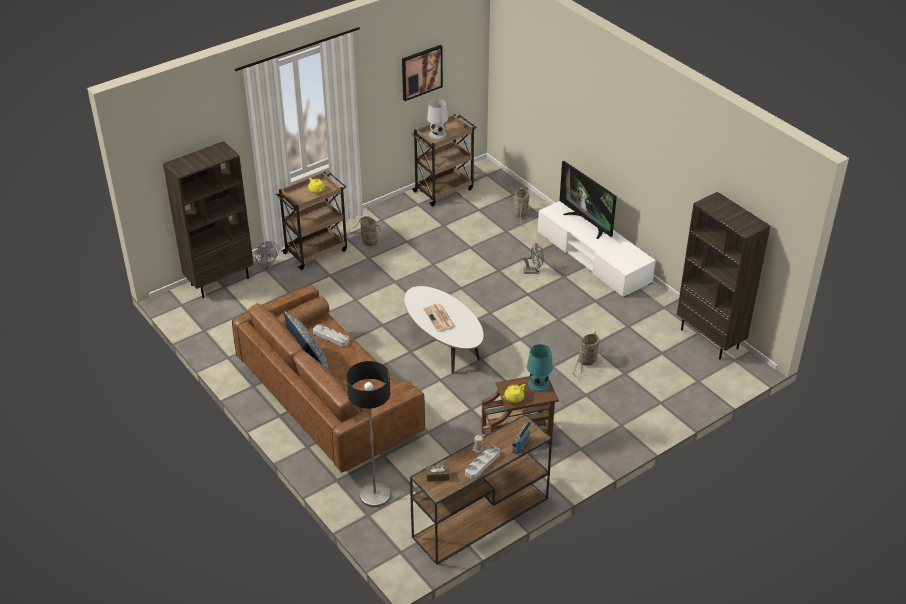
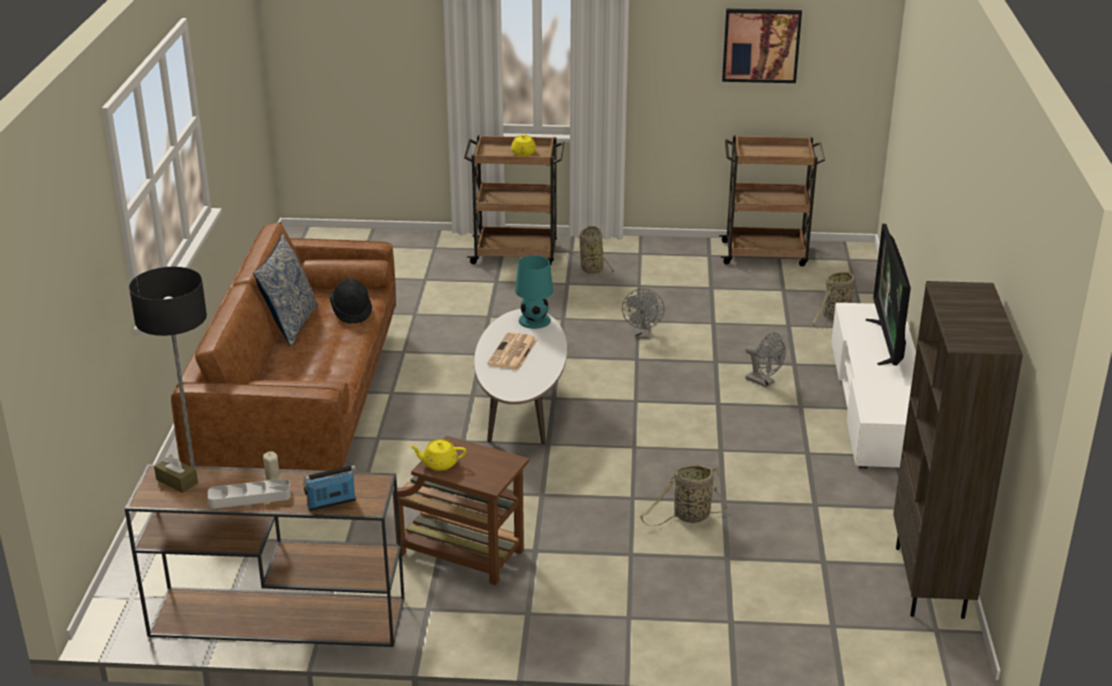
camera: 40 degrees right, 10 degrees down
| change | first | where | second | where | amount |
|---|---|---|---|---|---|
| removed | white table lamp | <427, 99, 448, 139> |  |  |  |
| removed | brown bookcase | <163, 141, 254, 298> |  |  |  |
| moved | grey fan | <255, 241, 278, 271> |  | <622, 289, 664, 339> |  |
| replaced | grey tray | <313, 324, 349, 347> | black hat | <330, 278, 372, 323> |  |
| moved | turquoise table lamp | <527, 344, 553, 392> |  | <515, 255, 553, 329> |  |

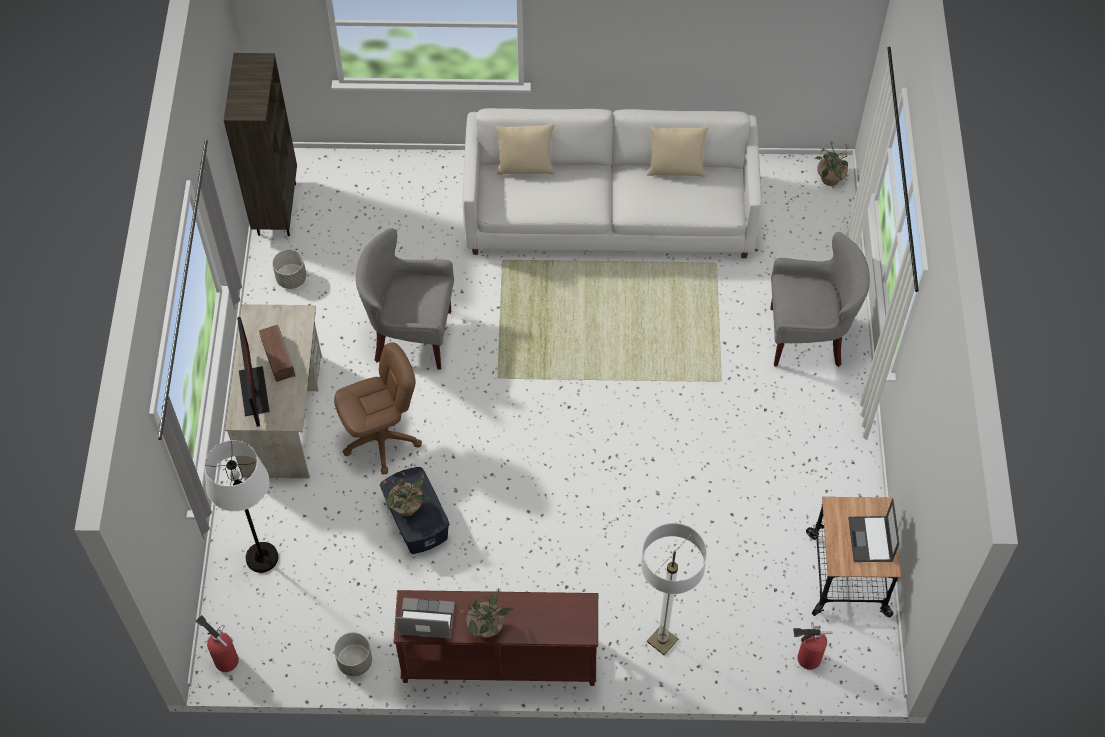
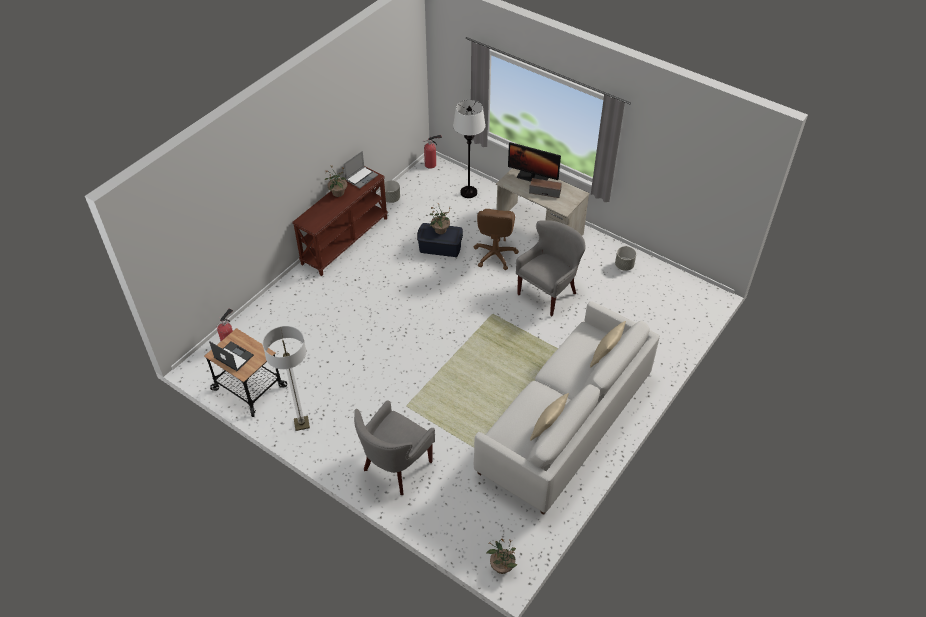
camera: 125 degrees right, 10 degrees down
| change | first | where | second | where | amount |
|---|---|---|---|---|---|
| removed | brown bookcase | <224, 53, 297, 236> |  |  |  |
| moved | floor lamp | <641, 523, 707, 655> |  | <263, 326, 310, 431> |  |

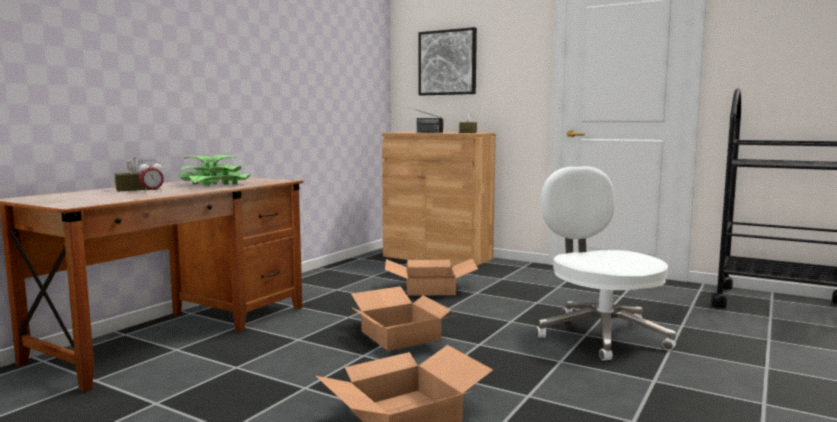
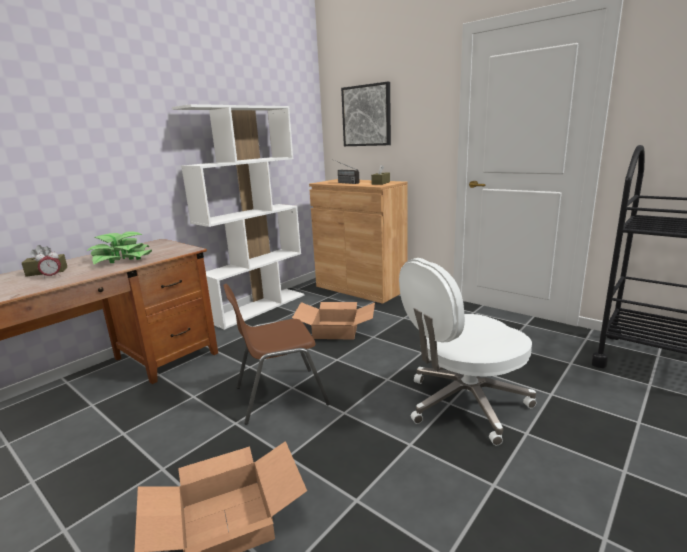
camera: 10 degrees right, 10 degrees up
| change | first | where | second | where | amount |
|---|---|---|---|---|---|
| turned | white office chair | <537, 166, 676, 360> |  | <399, 258, 537, 446> | 105 degrees counterclockwise |
| replaced | cardboard box | <351, 286, 453, 351> | brown chair | <223, 284, 330, 425> |  |
| added |  |  | white bookcase | <172, 104, 304, 330> |  |

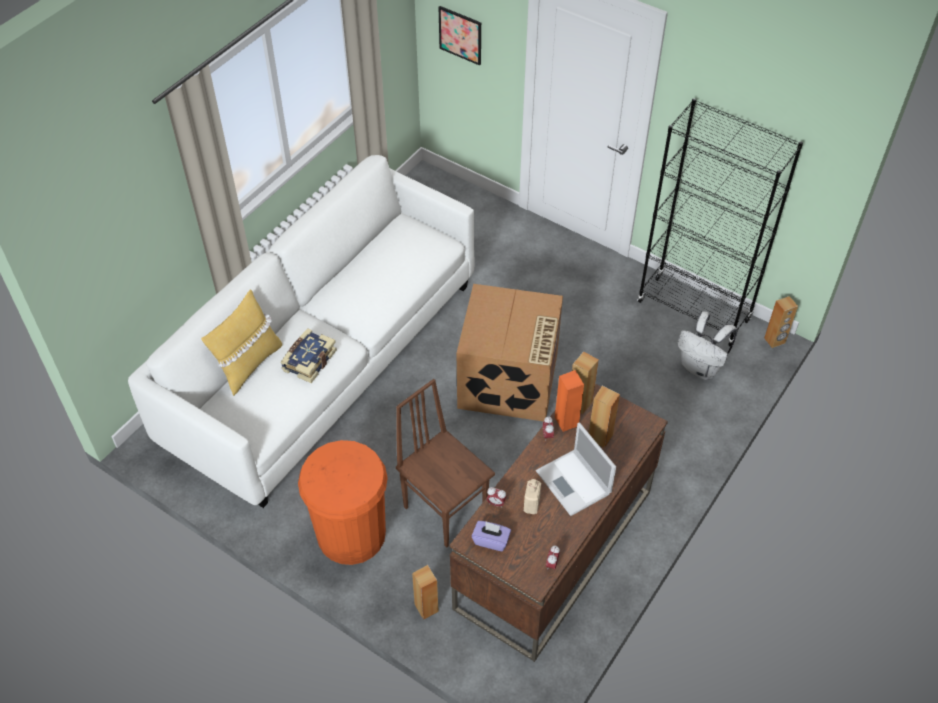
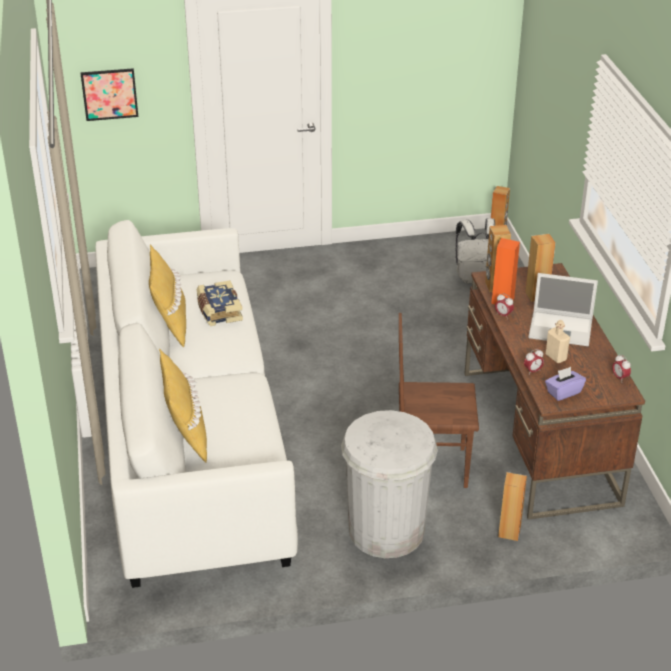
camera: 45 degrees left, 15 degrees down
| change | first | where | second | where | amount |
|---|---|---|---|---|---|
| removed | black bookcase | <637, 98, 803, 346> |  |  |  |
| removed | cardboard box | <457, 284, 563, 421> |  |  |  |
| moved | book | <280, 329, 337, 383> |  | <197, 280, 243, 326> |  |
| recoloured | orange trash can | <298, 440, 388, 565> | white trash can | <341, 410, 438, 558> |  |
| added |  |  | yellow pillow | <149, 245, 186, 348> |  |

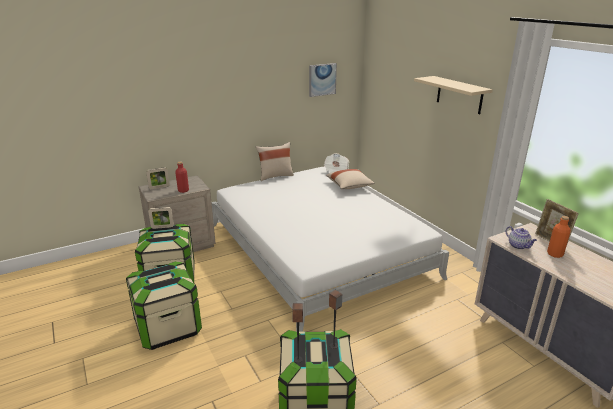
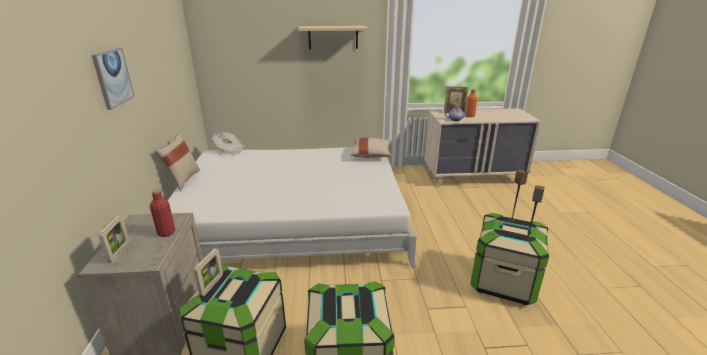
camera: 65 degrees left, 0 degrees up
| change | first | where | second | where | amount |
|---|---|---|---|---|---|
| moved | picture | <309, 63, 337, 97> |  | <91, 48, 134, 110> |  |
| moved | beige pillow | <326, 169, 375, 189> |  | <351, 138, 391, 158> |  |

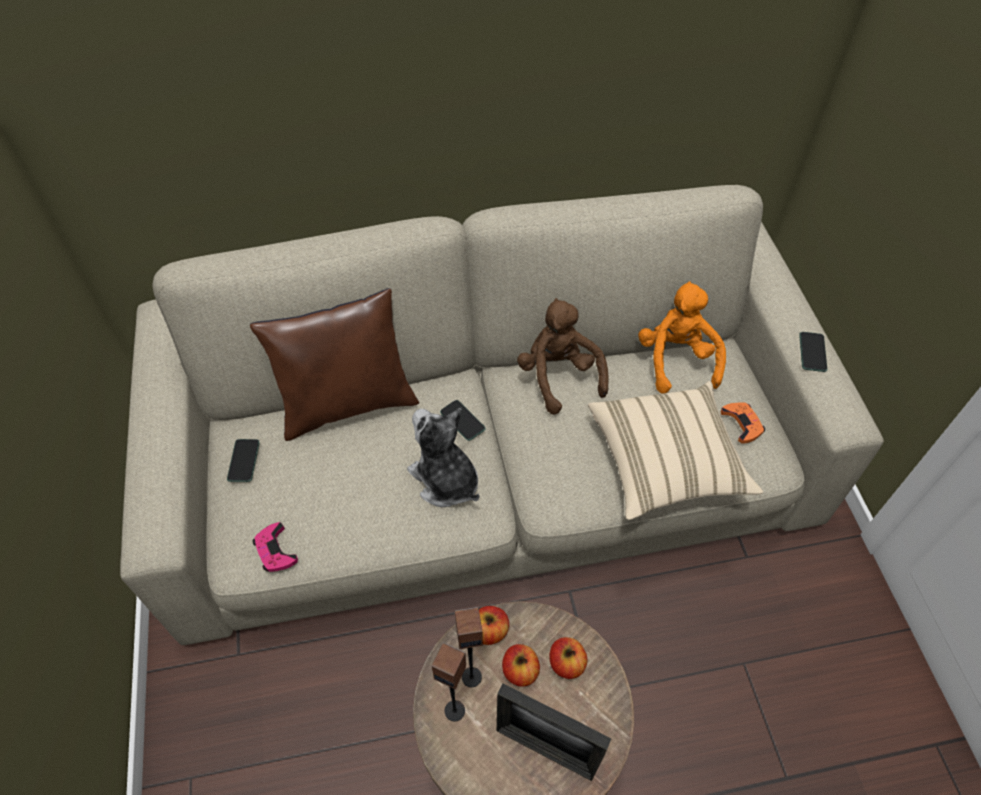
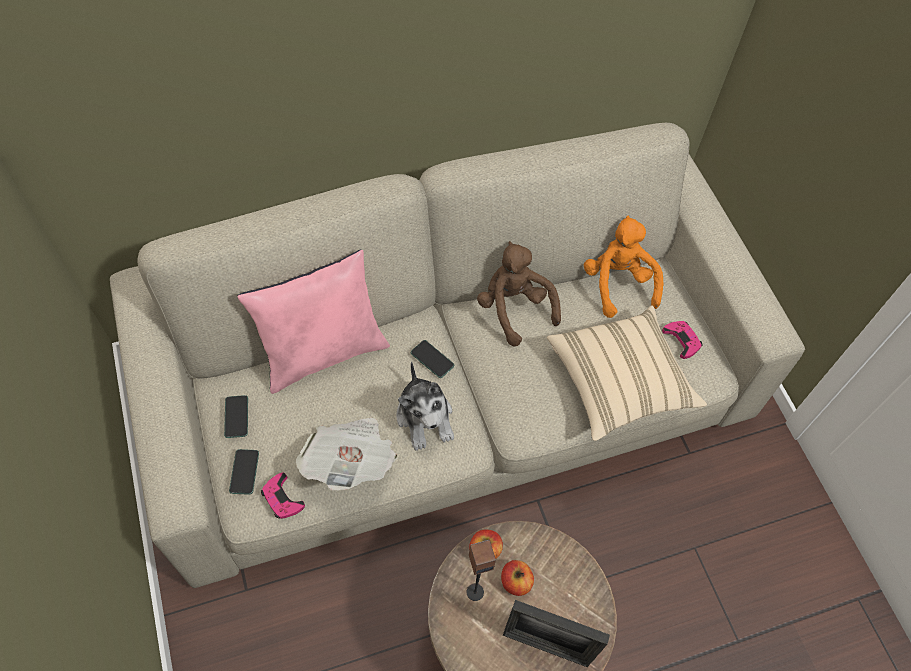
camera: 10 degrees left, 5 degrees up
| change | first | where | second | where | amount |
|---|---|---|---|---|---|
| recoloured | brown pillow | <250, 288, 419, 441> | pink pillow | <237, 249, 390, 394> |  |
| moved | phone | <799, 332, 827, 372> |  | <229, 449, 259, 495> |  |
| recoloured | orange game controller | <721, 402, 765, 444> | pink game controller | <662, 321, 703, 359> |  |
| turned | plush toy | <407, 408, 479, 507> |  | <397, 362, 454, 451> | 150 degrees counterclockwise |
| removed | apple | <549, 637, 588, 679> |  |  |  |
| removed | speaker | <432, 643, 466, 722> |  |  |  |
| added |  |  | newspaper | <296, 417, 397, 491> |  |

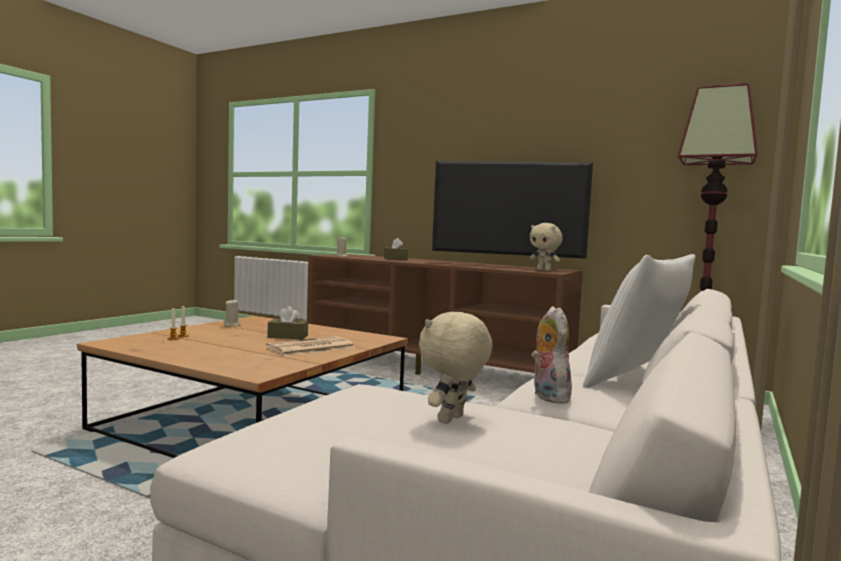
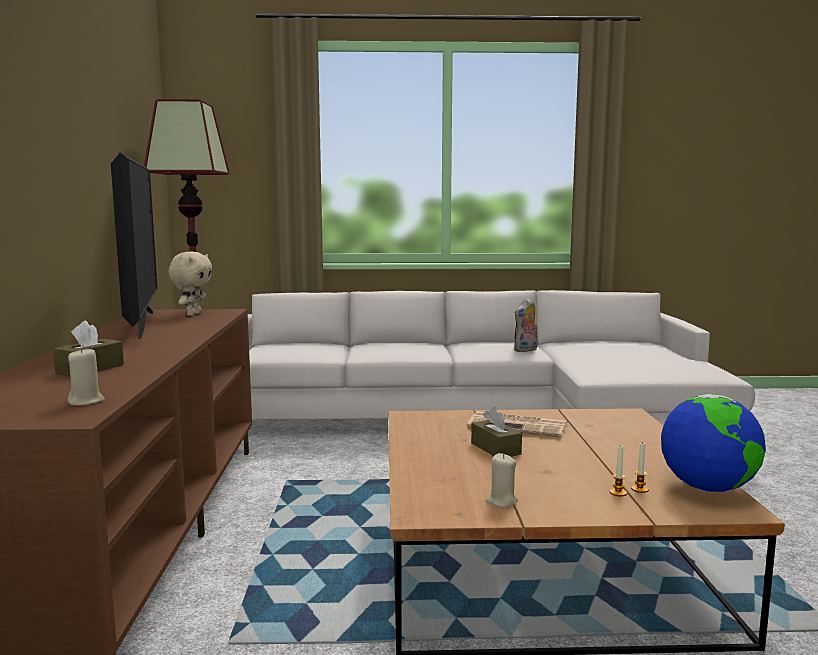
camera: 120 degrees left, 5 degrees up
| change | first | where | second | where | amount |
|---|---|---|---|---|---|
| removed | white pillow | <583, 254, 695, 388> |  |  |  |
| removed | beige plush toy | <419, 312, 493, 424> |  |  |  |
| added |  |  | globe | <661, 394, 766, 492> |  |

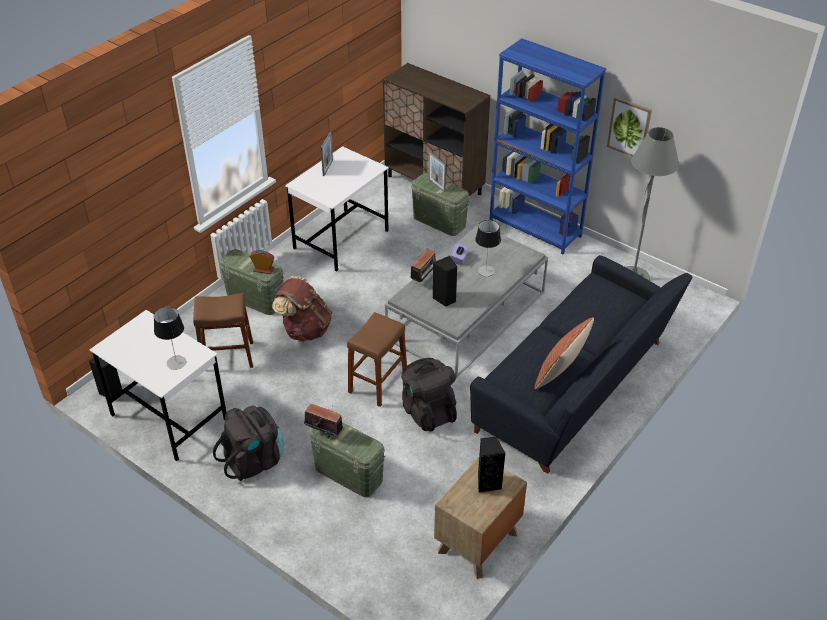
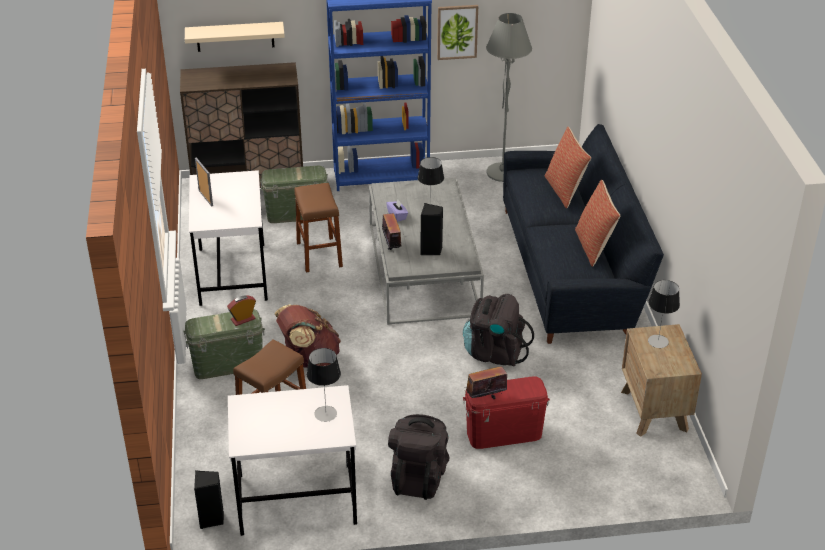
camera: 45 degrees left, 5 degrees down
| change | first | where | second | where | amount |
|---|---|---|---|---|---|
| removed | picture frame | <428, 152, 446, 192> |  |  |  |
| moved | brown stool | <347, 312, 407, 407> |  | <294, 183, 343, 272> |  |
| recoloured | green storage box | <309, 422, 385, 497> | red storage box | <463, 377, 550, 449> |  |
| replaced | black speaker | <478, 437, 505, 493> | table lamp | <648, 280, 680, 348> |  |
| added |  |  | beige shelf | <185, 22, 285, 52> |  |
| added |  |  | pillow | <544, 127, 591, 208> |  |

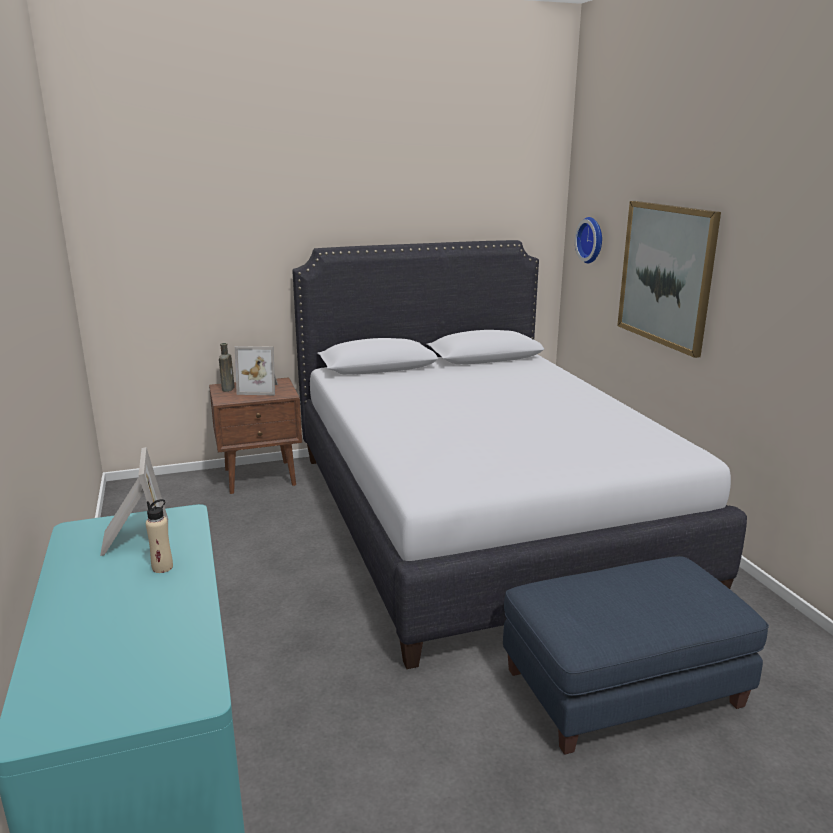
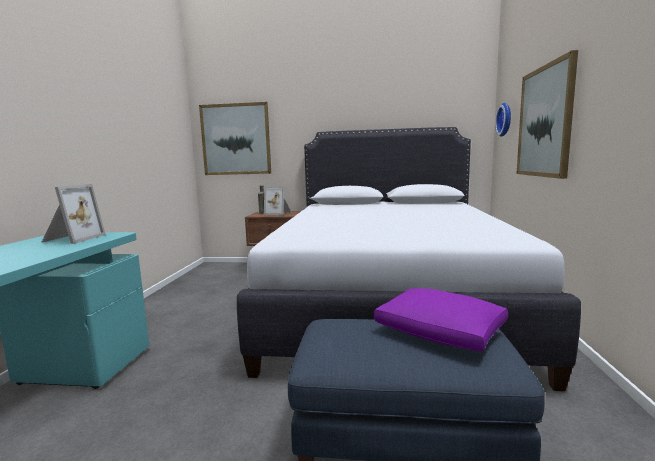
camera: 25 degrees right, 10 degrees down
| change | first | where | second | where | amount |
|---|---|---|---|---|---|
| removed | beige bottle | <146, 499, 173, 573> |  |  |  |
| added |  |  | picture | <199, 102, 271, 175> |  |
| added |  |  | purple pillow | <374, 288, 508, 351> |  |

